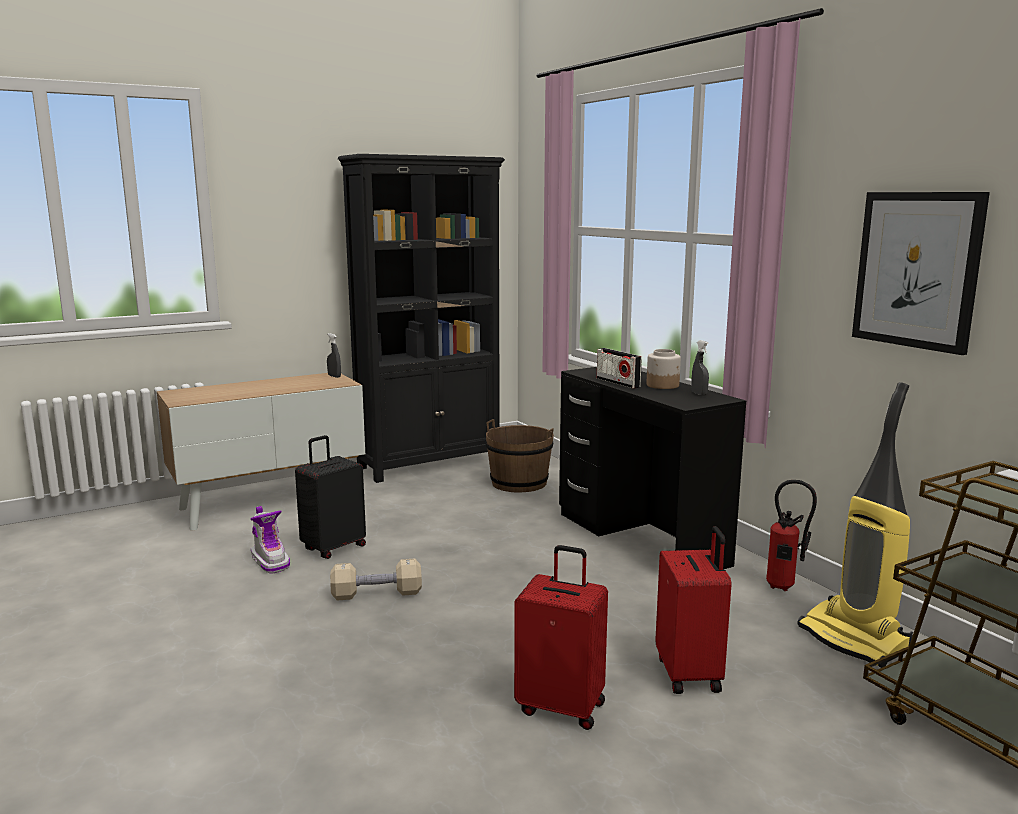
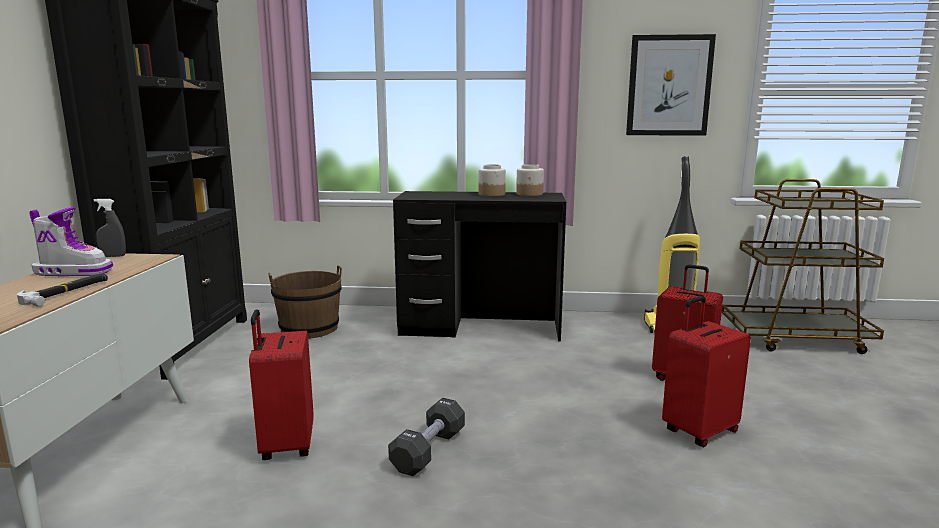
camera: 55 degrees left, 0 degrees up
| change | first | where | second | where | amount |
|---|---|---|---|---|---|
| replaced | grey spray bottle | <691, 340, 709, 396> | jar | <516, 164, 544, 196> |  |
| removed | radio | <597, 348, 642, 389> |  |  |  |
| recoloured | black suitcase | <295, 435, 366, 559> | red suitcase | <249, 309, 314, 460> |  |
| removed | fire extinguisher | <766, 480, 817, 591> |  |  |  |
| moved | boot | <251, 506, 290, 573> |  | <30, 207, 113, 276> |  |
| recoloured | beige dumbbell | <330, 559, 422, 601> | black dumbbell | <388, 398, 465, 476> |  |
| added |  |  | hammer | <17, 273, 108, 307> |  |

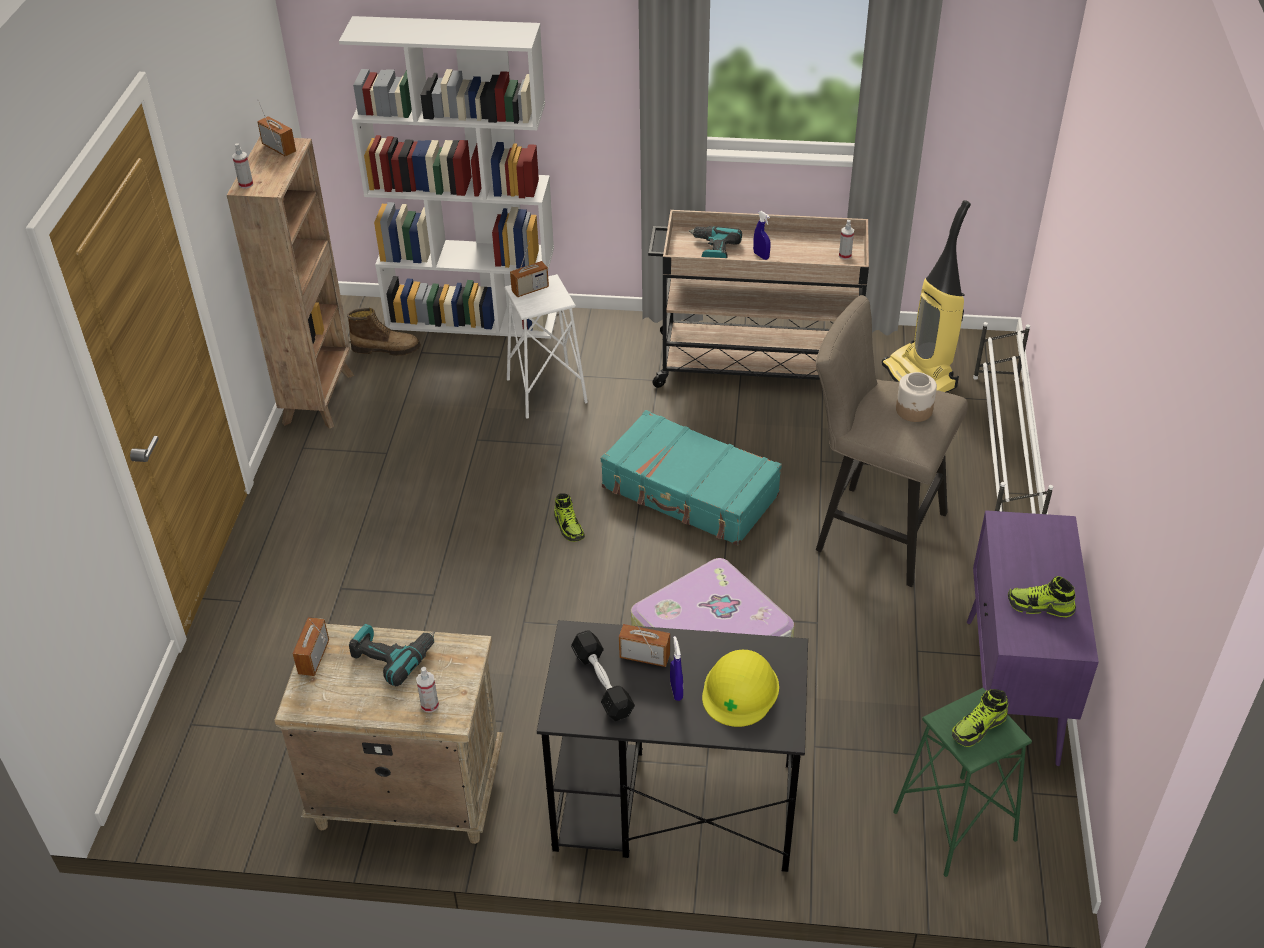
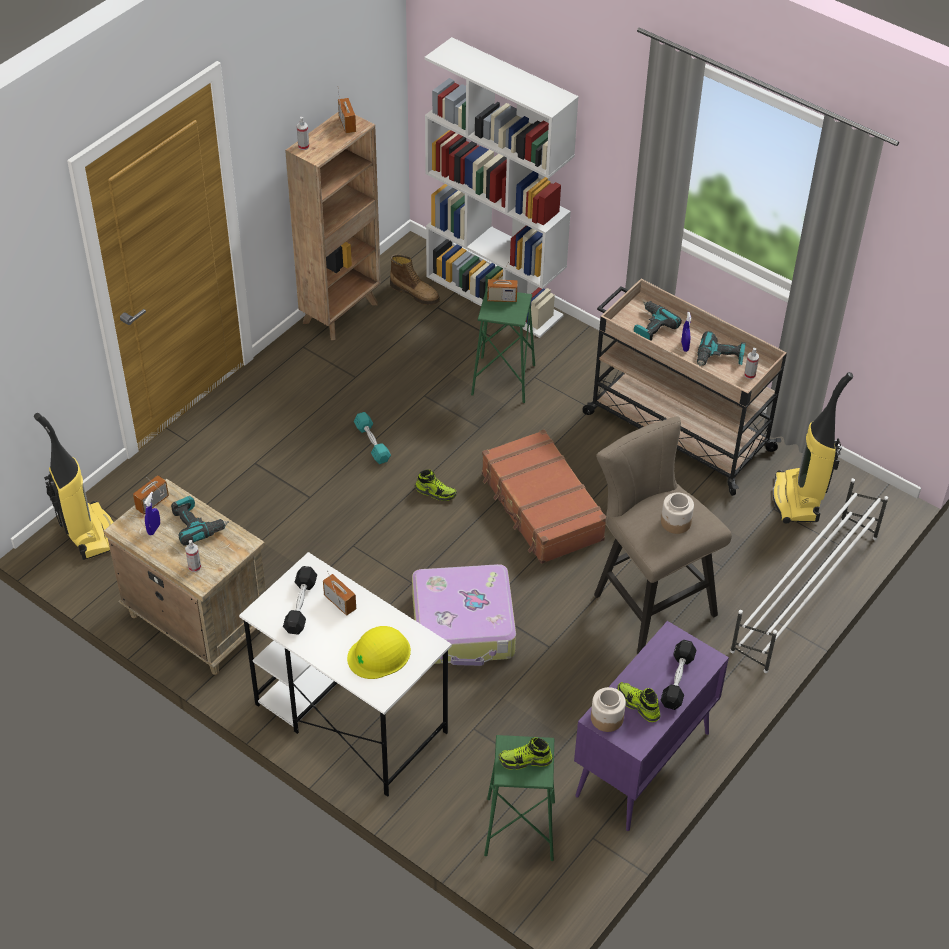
camera: 30 degrees right, 5 degrees up
| change | first | where | second | where | amount |
|---|---|---|---|---|---|
| recoloured | white stool | <505, 274, 588, 419> | green stool | <471, 288, 535, 403> |  |
| recoloured | turquoise suitcase | <601, 410, 782, 546> | brown suitcase | <482, 429, 606, 564> |  |
| turned | shoe | <554, 493, 585, 542> |  | <415, 469, 457, 501> | 75 degrees counterclockwise |
| recoloured | black desk | <537, 620, 808, 872> | white desk | <239, 552, 452, 797> |  |
| moved | blue spray bottle | <670, 636, 683, 701> |  | <144, 492, 160, 535> |  |
| added |  |  | power drill | <697, 331, 746, 367> |  |
| added |  |  | turquoise dumbbell | <354, 412, 391, 464> |  |
| added |  |  | vacuum cleaner | <34, 413, 114, 560> |  |
| added |  |  | black dumbbell | <661, 640, 696, 710> |  |
| added |  |  | jar | <591, 687, 626, 732> |  |

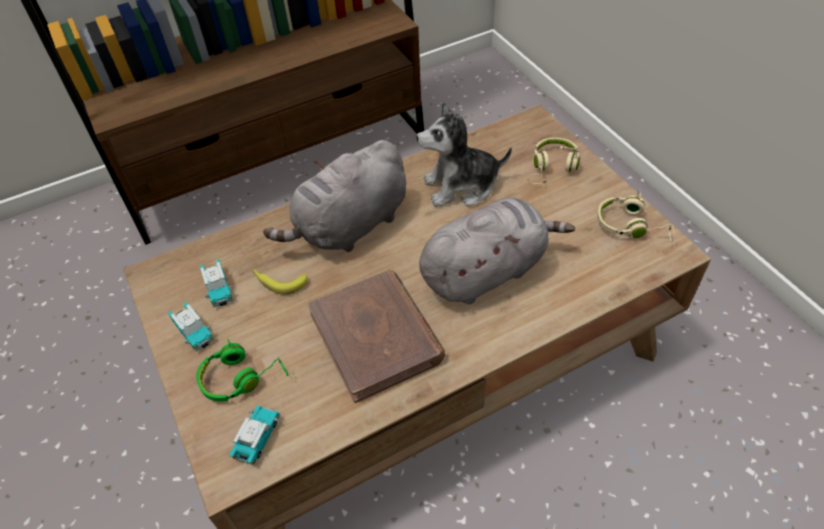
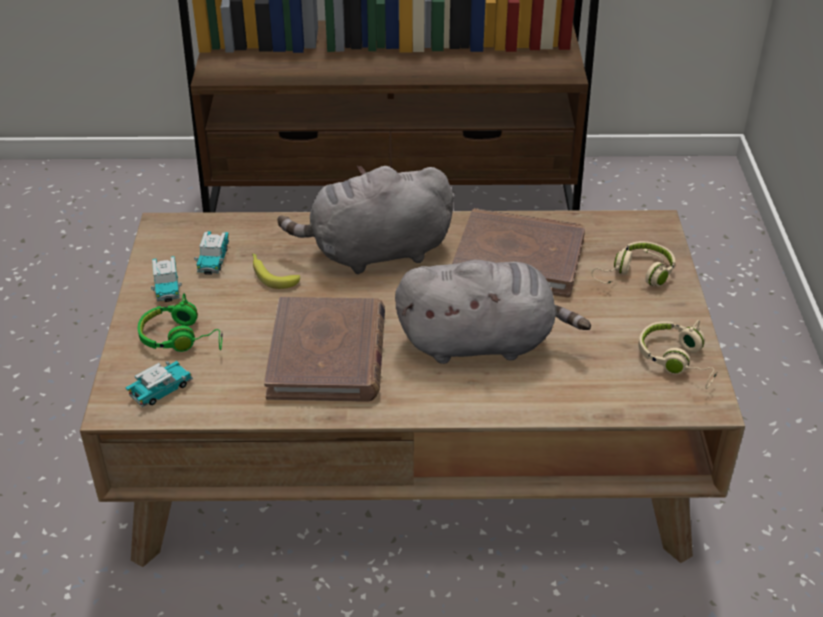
camera: 25 degrees right, 10 degrees down
| change | first | where | second | where | amount |
|---|---|---|---|---|---|
| replaced | plush toy | <416, 101, 512, 207> | brown book | <452, 208, 585, 298> |  |

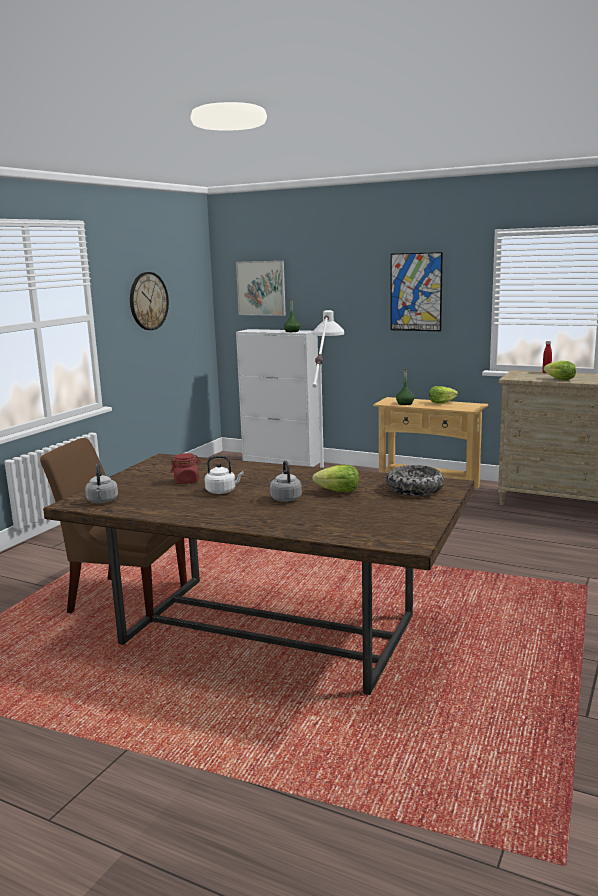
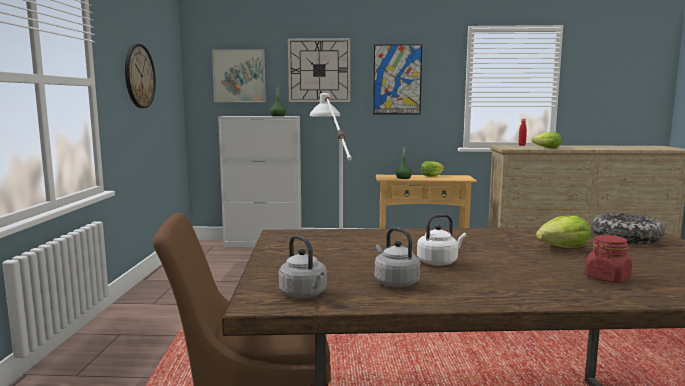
camera: 25 degrees left, 5 degrees down
| change | first | where | second | where | amount |
|---|---|---|---|---|---|
| moved | red jar | <171, 453, 201, 484> |  | <585, 235, 632, 283> |  |
| moved | grey kettle | <270, 460, 302, 502> |  | <374, 227, 420, 287> |  |
| added |  |  | wall clock | <288, 38, 350, 102> |  |

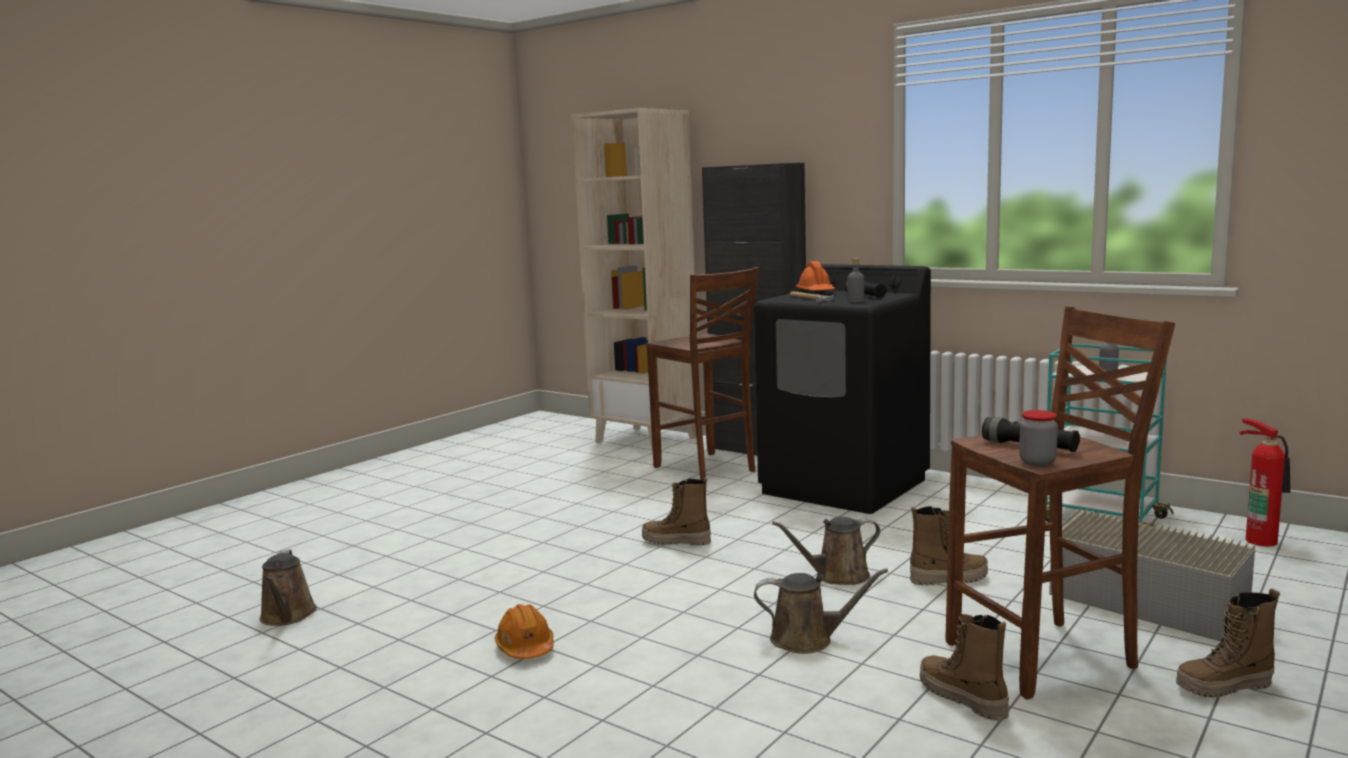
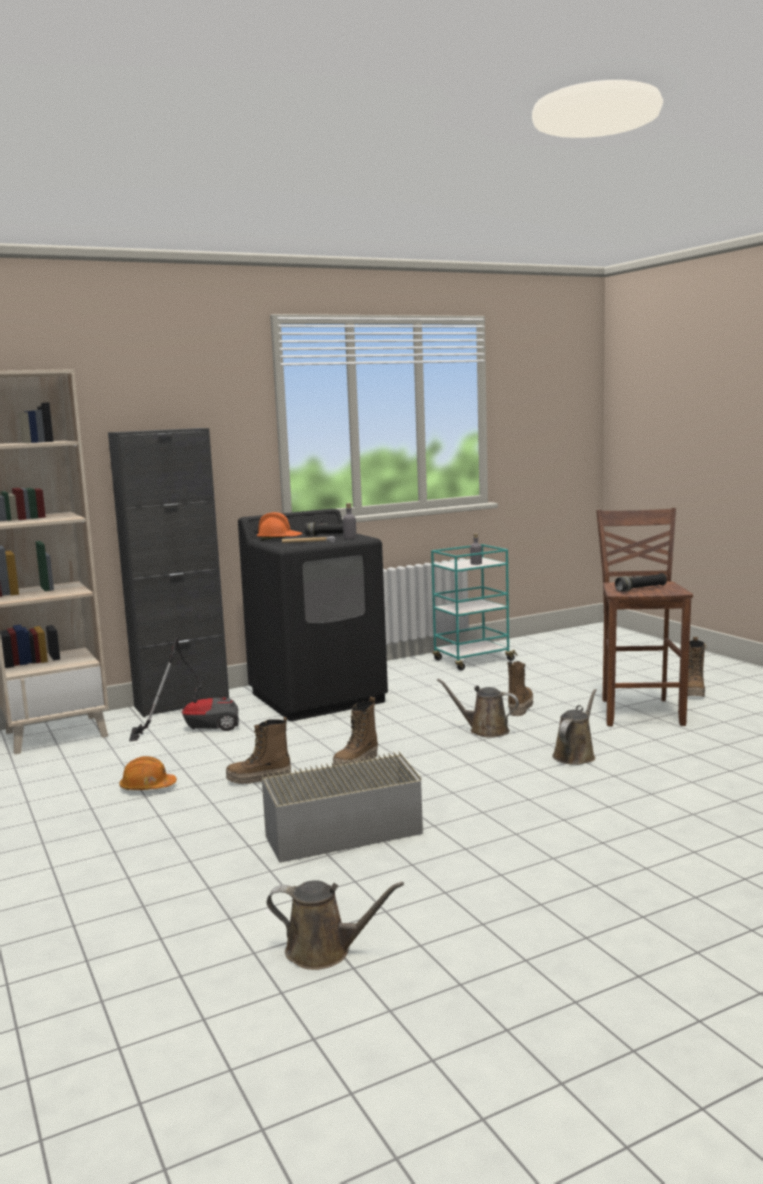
camera: 65 degrees left, 0 degrees up
| change | first | where | second | where | amount |
|---|---|---|---|---|---|
| replaced | brown stool | <646, 267, 759, 481> | vacuum cleaner | <129, 637, 239, 742> |  |
| removed | jar | <1019, 410, 1058, 466> |  |  |  |
| removed | fire extinguisher | <1239, 418, 1291, 546> |  |  |  |
| moved | grey storage box | <1049, 508, 1256, 642> |  | <261, 751, 423, 863> |  |
| turned | brown watering can | <772, 517, 880, 585> |  | <437, 679, 519, 737> | 105 degrees clockwise |
| moved | orange hard hat | <495, 604, 554, 659> |  | <119, 756, 177, 790> |  |
| moved | boot | <920, 614, 1009, 721> |  | <226, 717, 291, 784> |  |

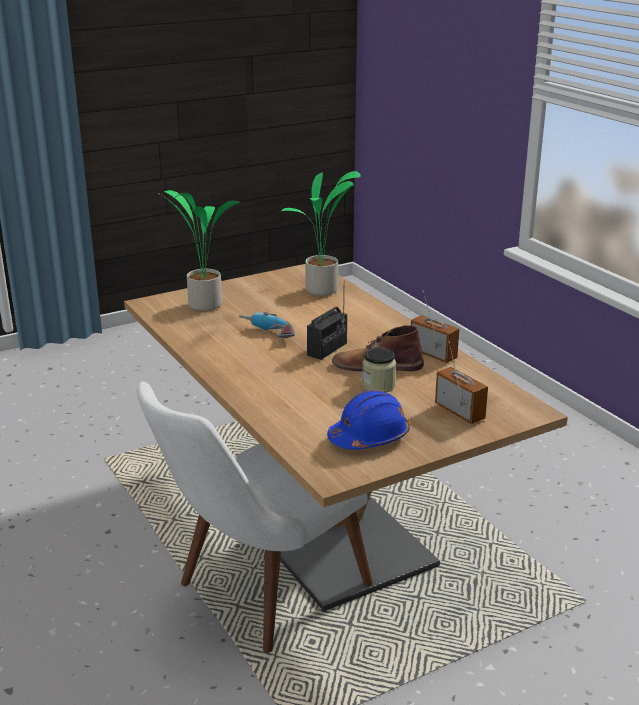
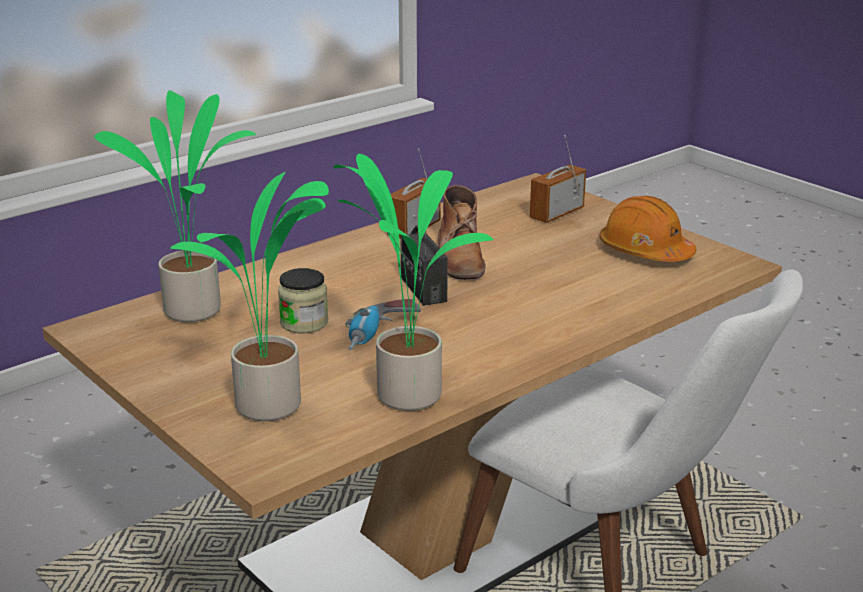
camera: 100 degrees left, 0 degrees up
| change | first | where | second | where | amount |
|---|---|---|---|---|---|
| turned | radio | <307, 296, 347, 360> |  | <400, 225, 448, 306> | 135 degrees counterclockwise |
| moved | jar | <362, 348, 396, 392> |  | <278, 268, 328, 333> |  |
| recoloured | blue hard hat | <327, 390, 410, 450> | orange hard hat | <599, 196, 696, 262> |  |
| added |  |  | potted plant | <334, 154, 494, 411> |  |

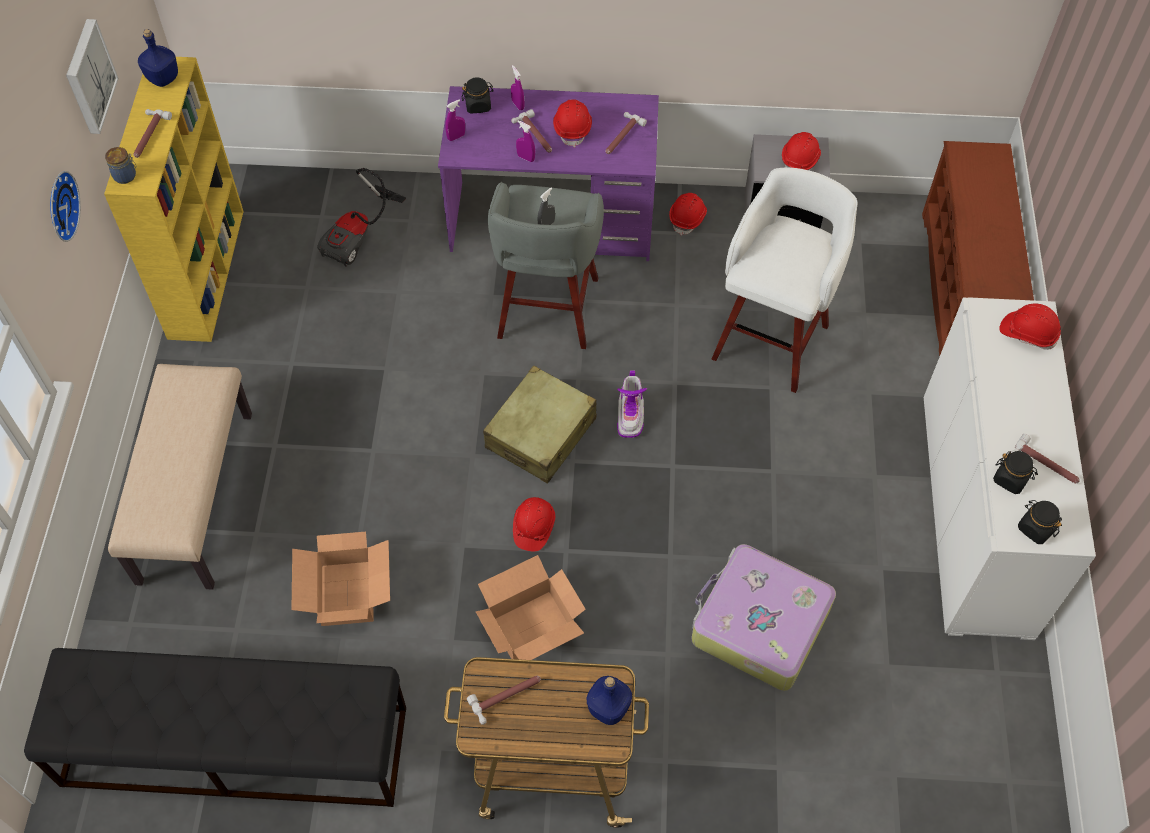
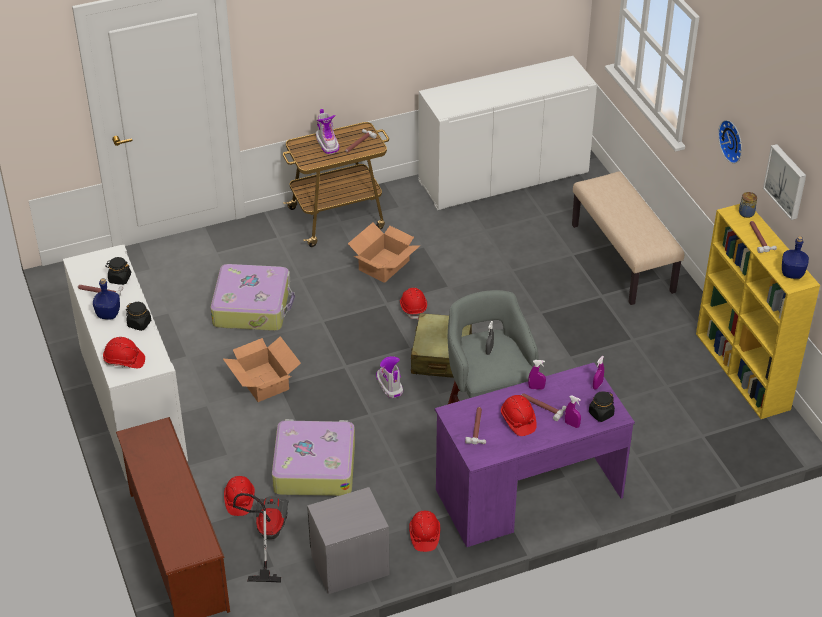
camera: 155 degrees right, 15 degrees down
| change | first | where | second | where | amount |
|---|---|---|---|---|---|
| moved | red hard hat | <782, 132, 821, 170> |  | <224, 476, 255, 516> |  |
| moved | vacuum cleaner | <317, 168, 406, 267> |  | <233, 493, 289, 583> |  |
| replaced | white stool | <712, 168, 858, 393> | suitcase | <272, 419, 355, 496> |  |
| moved | black jar | <1018, 500, 1062, 544> |  | <126, 302, 151, 331> |  |
| moved | cardboard box | <291, 532, 390, 626> |  | <223, 336, 301, 402> |  |
| replaced | black bench | <24, 648, 406, 807> | white cabinet | <418, 56, 597, 210> |  |
| moved | blue bottle | <587, 676, 632, 725> |  | <93, 278, 120, 320> |  |
| added |  |  | boot | <316, 109, 339, 154> |  |

